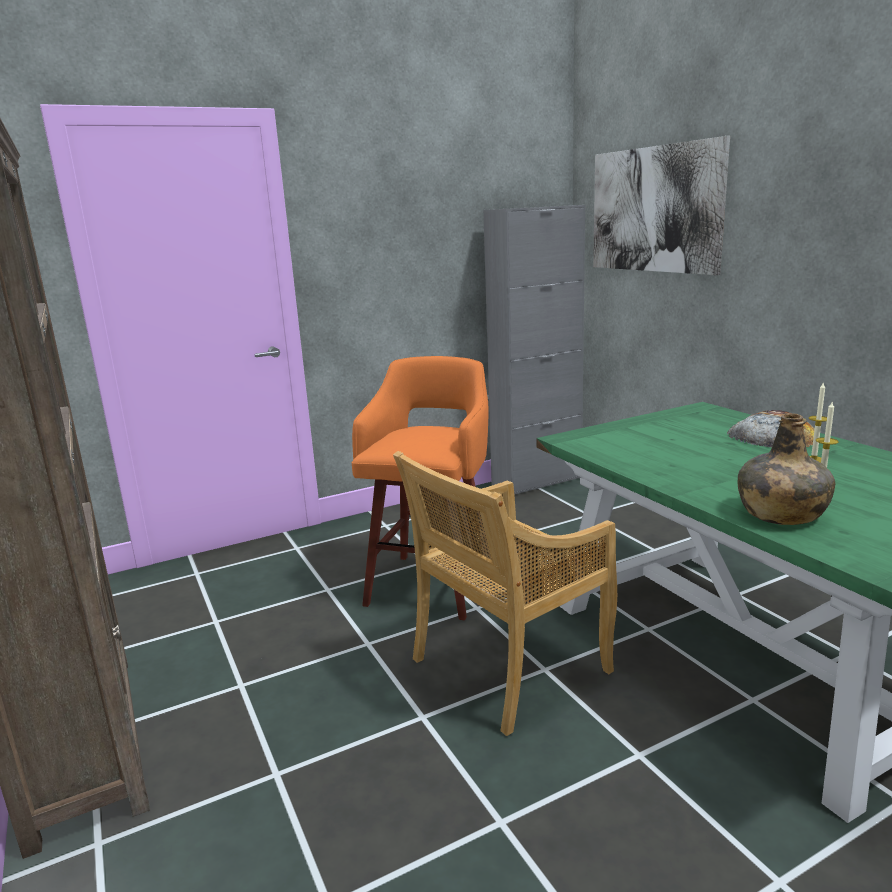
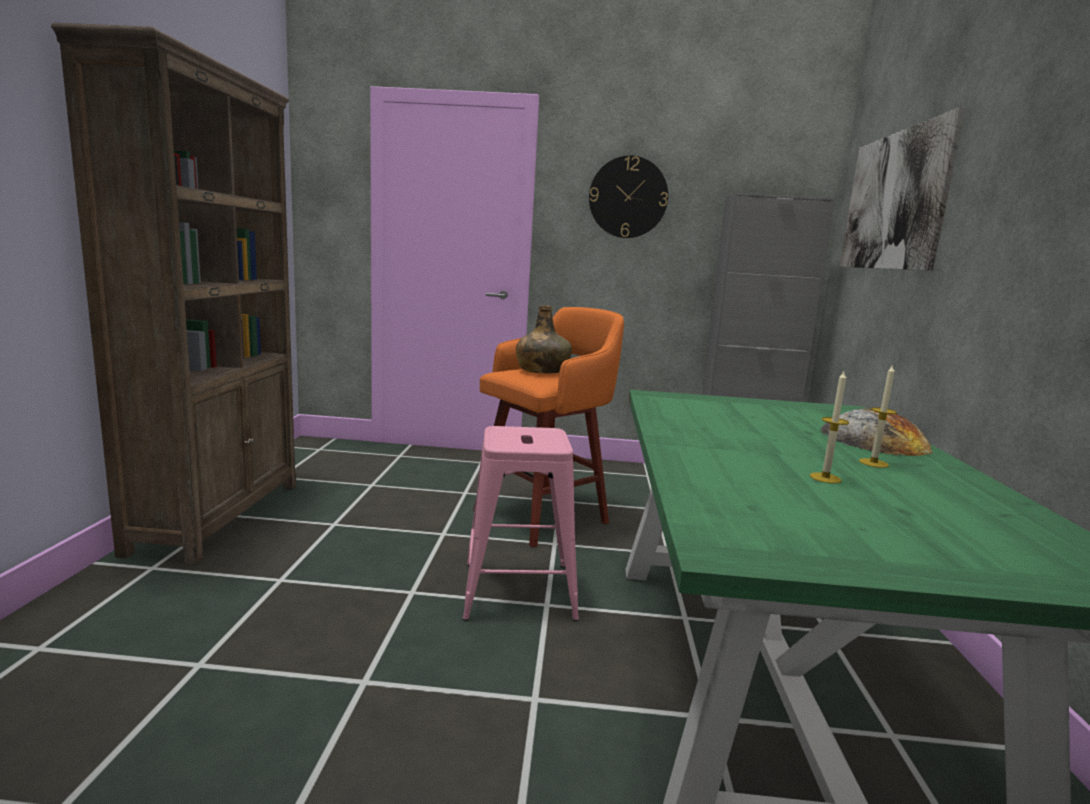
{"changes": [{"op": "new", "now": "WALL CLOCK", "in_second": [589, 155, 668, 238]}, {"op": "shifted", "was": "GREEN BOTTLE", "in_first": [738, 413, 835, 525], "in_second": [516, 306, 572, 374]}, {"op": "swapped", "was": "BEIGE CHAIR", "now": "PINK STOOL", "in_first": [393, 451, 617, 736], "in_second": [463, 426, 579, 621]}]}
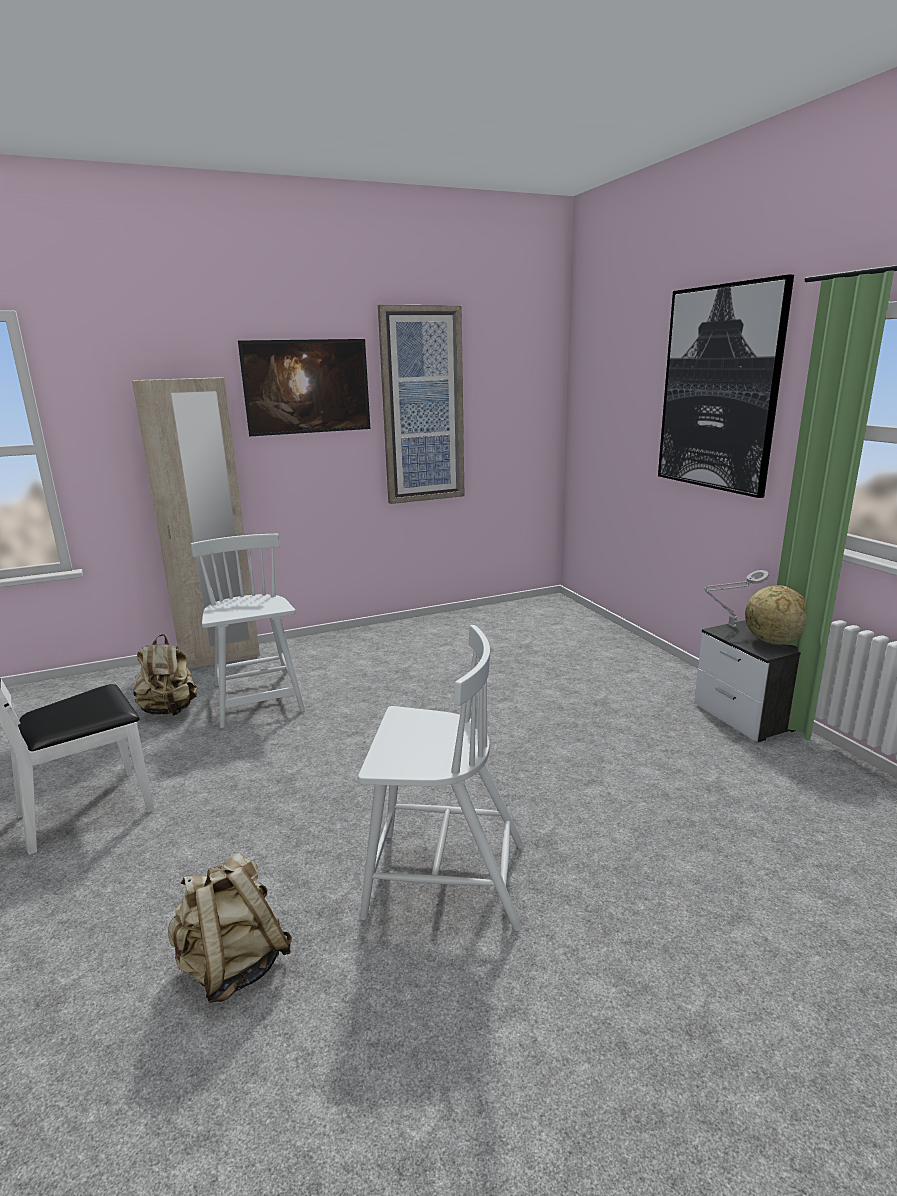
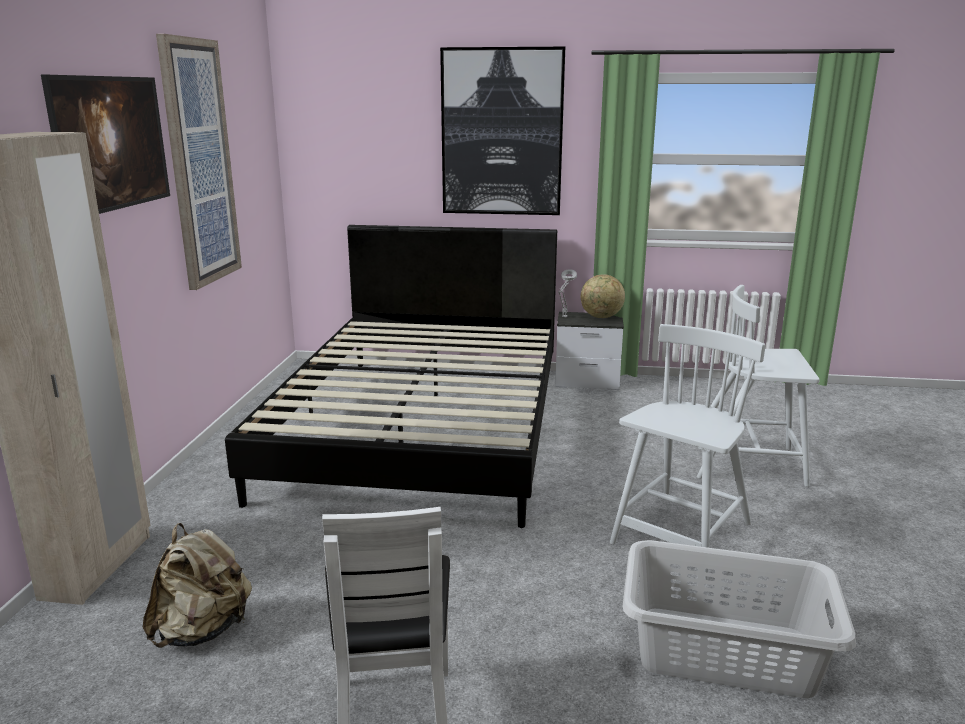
{"changes": [{"op": "new", "now": "BLACK BED", "in_second": [225, 225, 557, 528]}, {"op": "shifted", "was": "WHITE CHAIR", "in_first": [191, 534, 305, 728], "in_second": [697, 285, 820, 487]}, {"op": "swapped", "was": "BEIGE BACKPACK", "now": "GREY LAUNDRY BASKET", "in_first": [168, 852, 292, 1003], "in_second": [623, 540, 856, 698]}]}
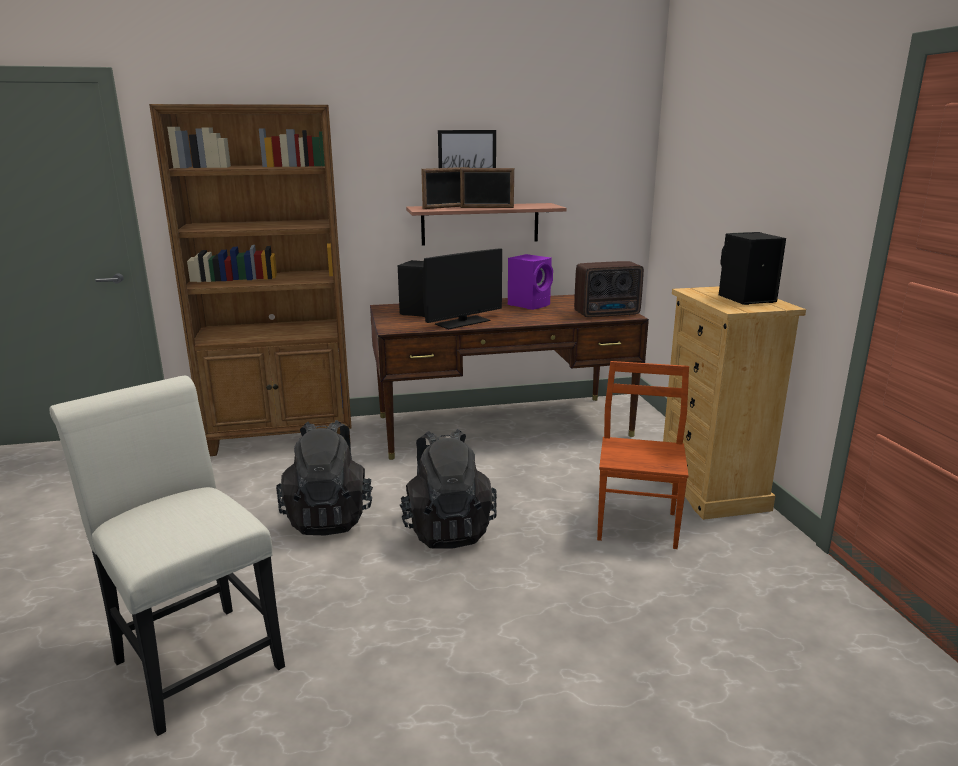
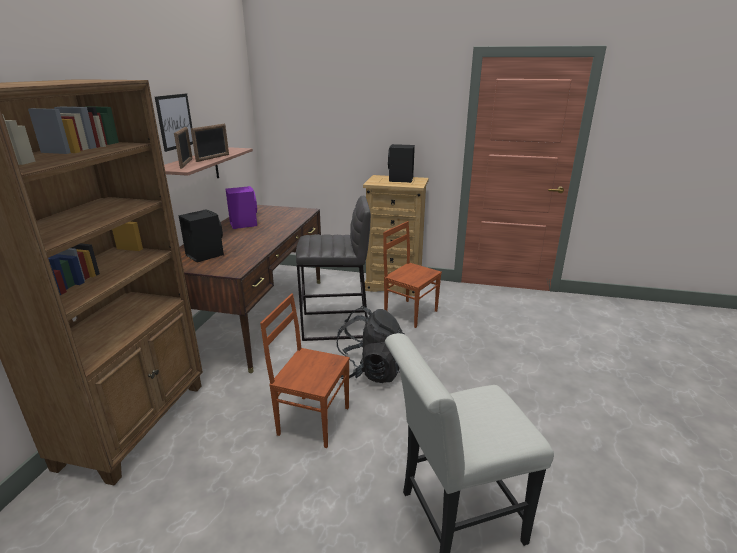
{"changes": [{"op": "gone", "was": "MONITOR", "in_first": [423, 248, 502, 330]}, {"op": "gone", "was": "RADIO", "in_first": [574, 261, 644, 318]}, {"op": "new", "now": "GREY STOOL", "in_second": [296, 196, 371, 341]}, {"op": "swapped", "was": "BLACK BACKPACK", "now": "BROWN CHAIR", "in_first": [276, 420, 373, 536], "in_second": [260, 293, 350, 448]}]}
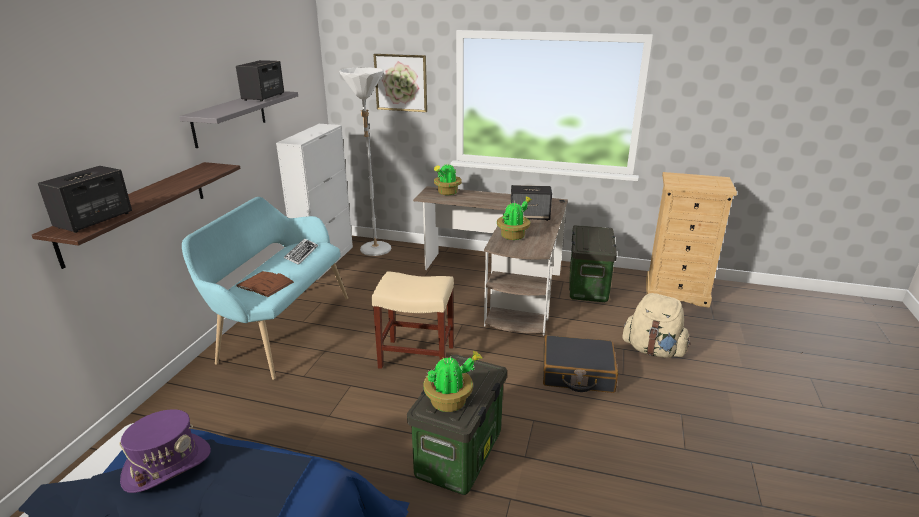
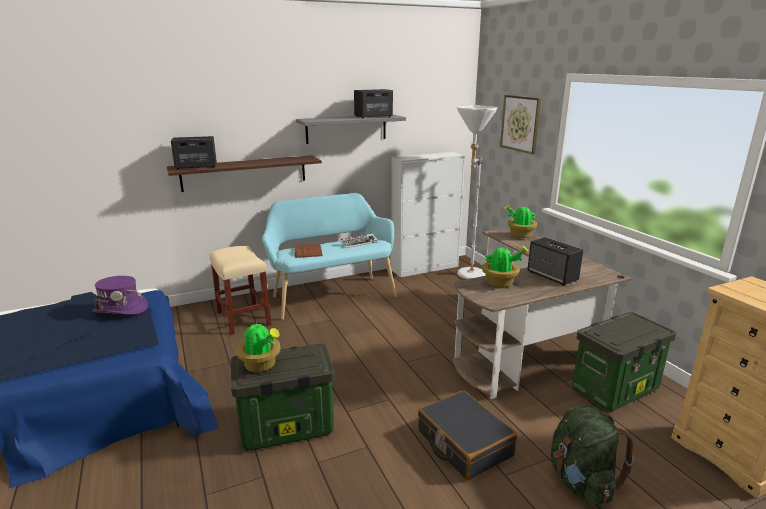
{"changes": [{"op": "shifted", "was": "BEIGE STOOL", "in_first": [371, 271, 454, 369], "in_second": [209, 246, 271, 335]}, {"op": "repainted", "was": "BEIGE BACKPACK", "now": "GREEN BACKPACK", "in_first": [623, 293, 691, 358], "in_second": [551, 405, 634, 506]}]}
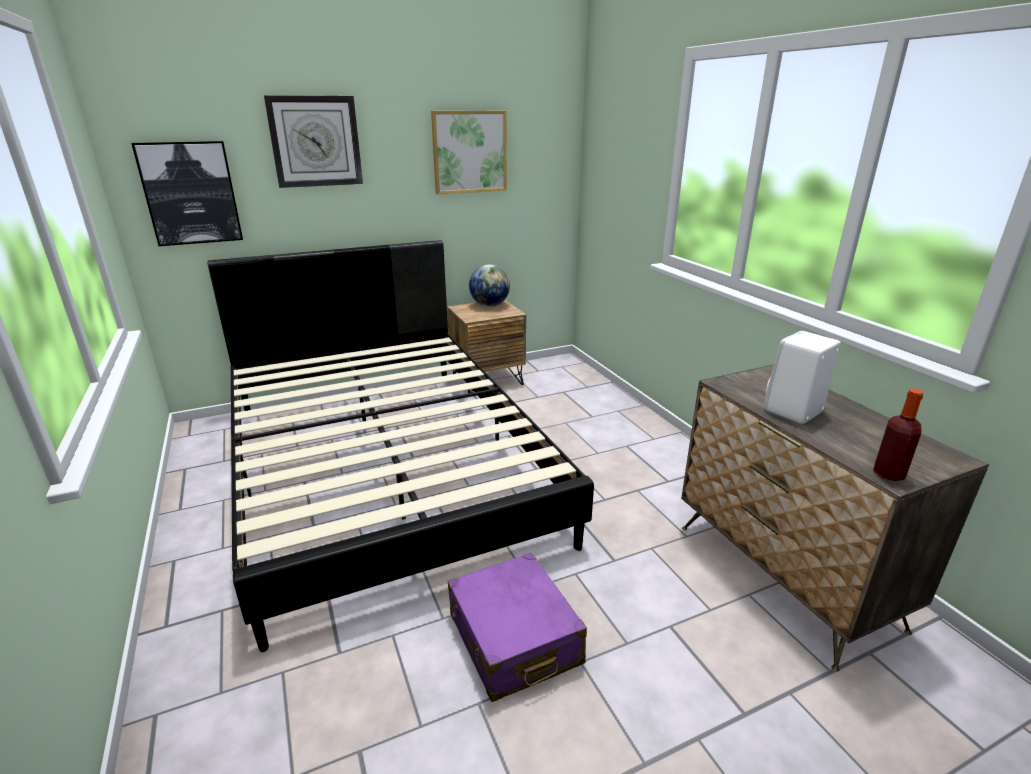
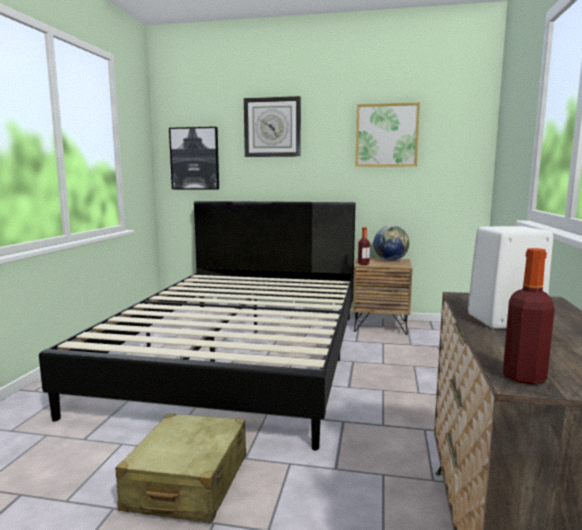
{"changes": [{"op": "new", "now": "BOTTLE", "in_second": [358, 227, 370, 265]}, {"op": "repainted", "was": "PURPLE SUITCASE", "now": "BEIGE SUITCASE", "in_first": [448, 553, 587, 702], "in_second": [115, 413, 246, 522]}]}
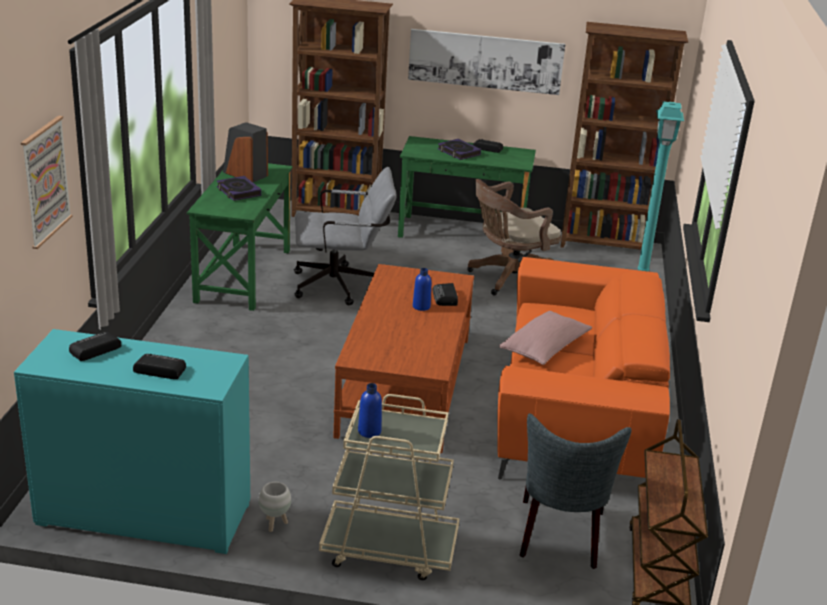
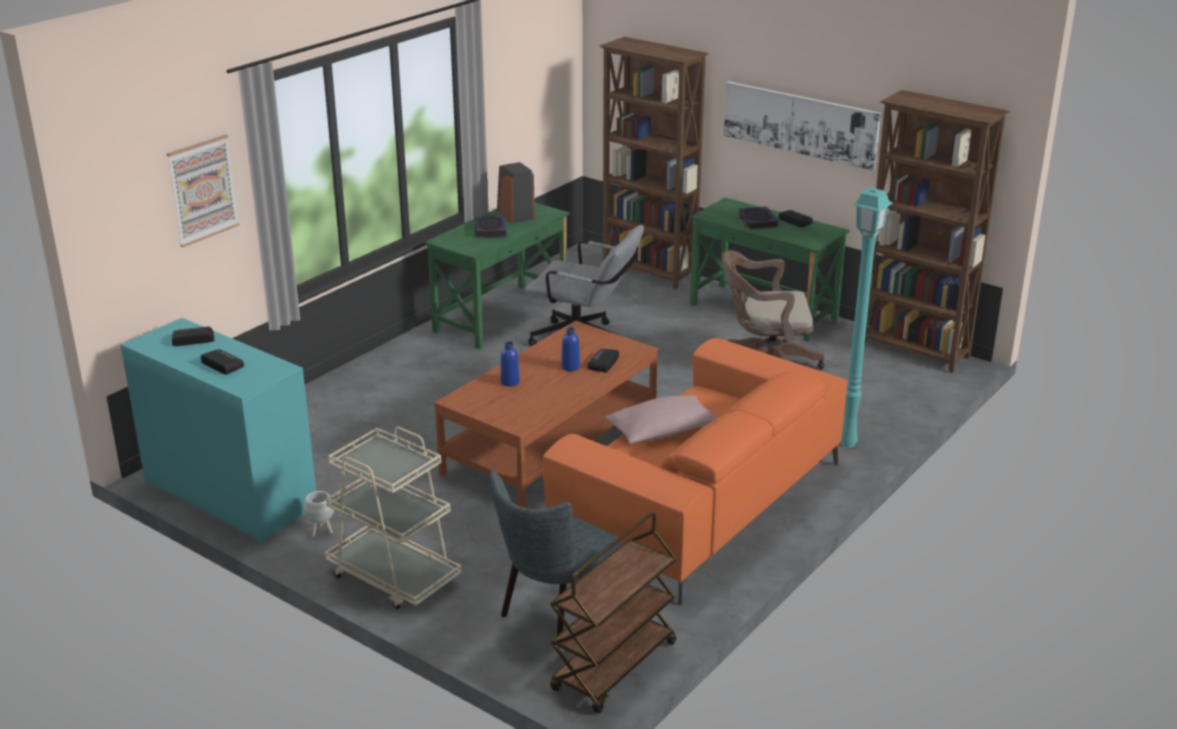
{"changes": [{"op": "shifted", "was": "BLUE BOTTLE", "in_first": [358, 383, 382, 438], "in_second": [501, 341, 520, 386]}]}
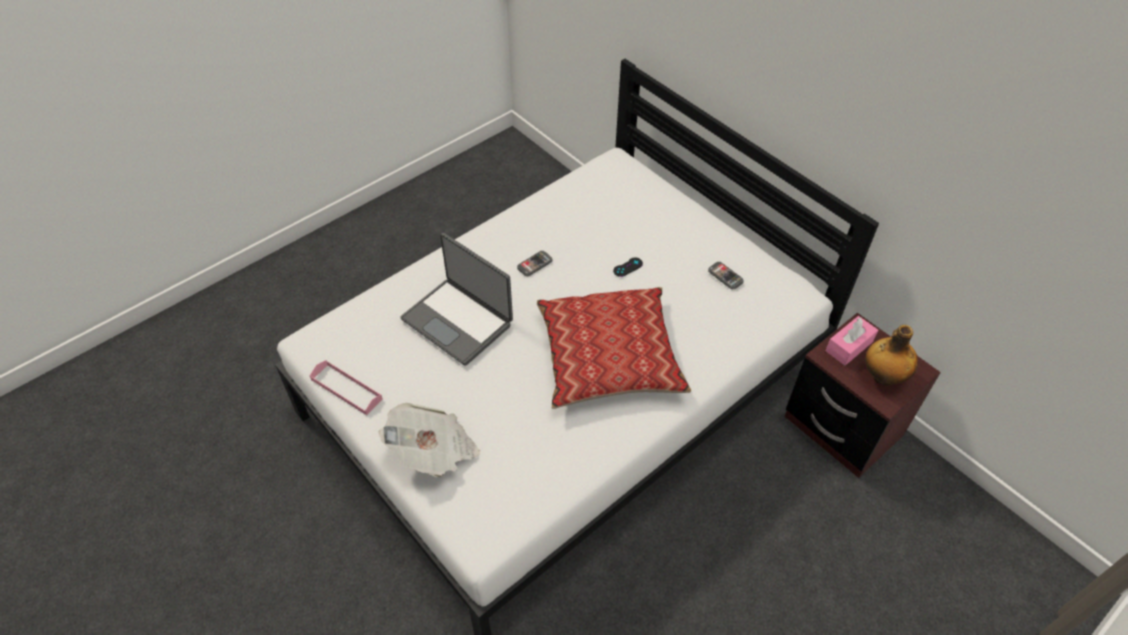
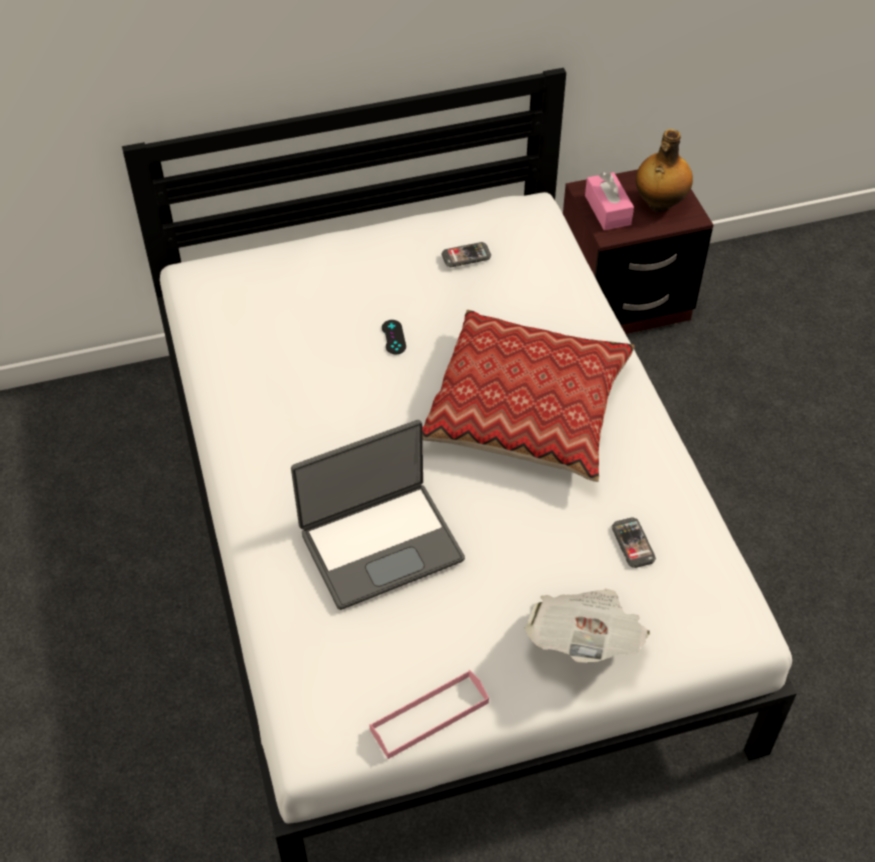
{"changes": [{"op": "shifted", "was": "PHONE", "in_first": [517, 251, 552, 276], "in_second": [612, 517, 656, 568]}]}
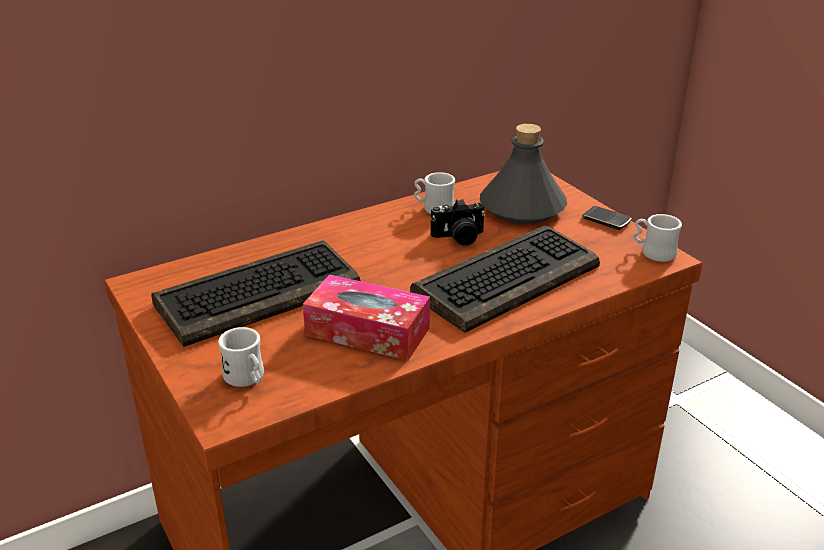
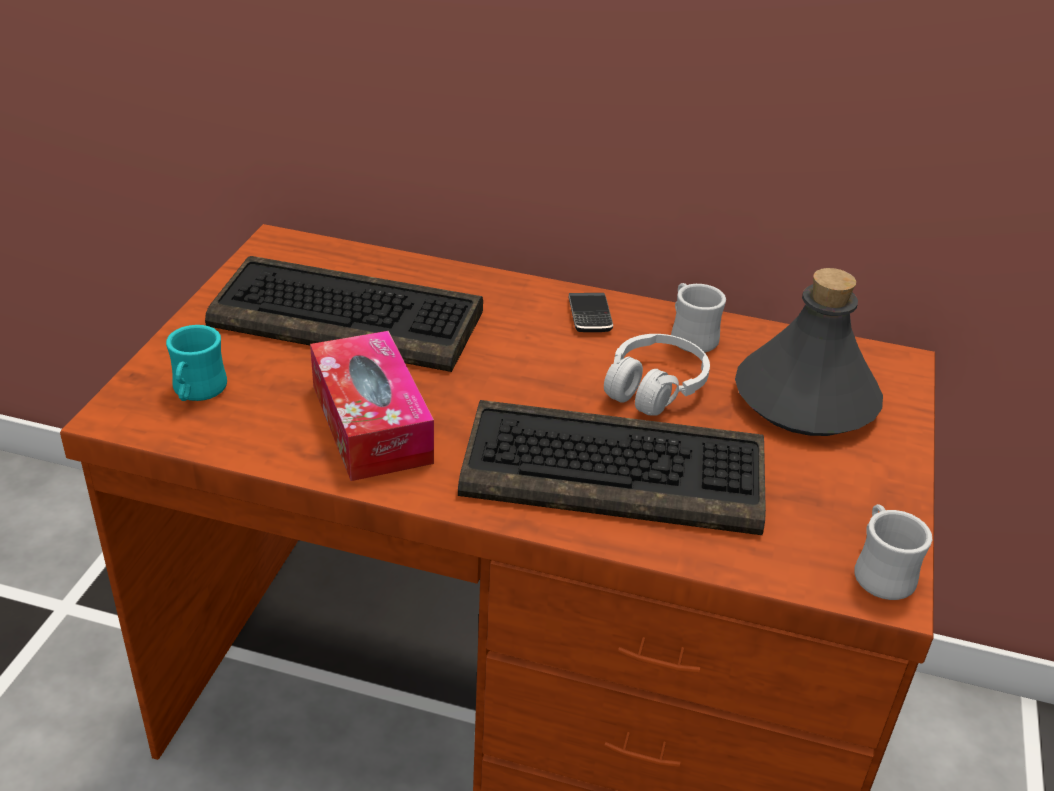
{"changes": [{"op": "shifted", "was": "PHONE", "in_first": [582, 206, 631, 230], "in_second": [569, 293, 613, 332]}, {"op": "swapped", "was": "PHOTO CAMERA", "now": "WHITE HEADPHONES", "in_first": [431, 199, 485, 246], "in_second": [604, 334, 710, 416]}, {"op": "repainted", "was": "WHITE MUG", "now": "TURQUOISE MUG", "in_first": [218, 327, 264, 387], "in_second": [166, 325, 227, 401]}]}
